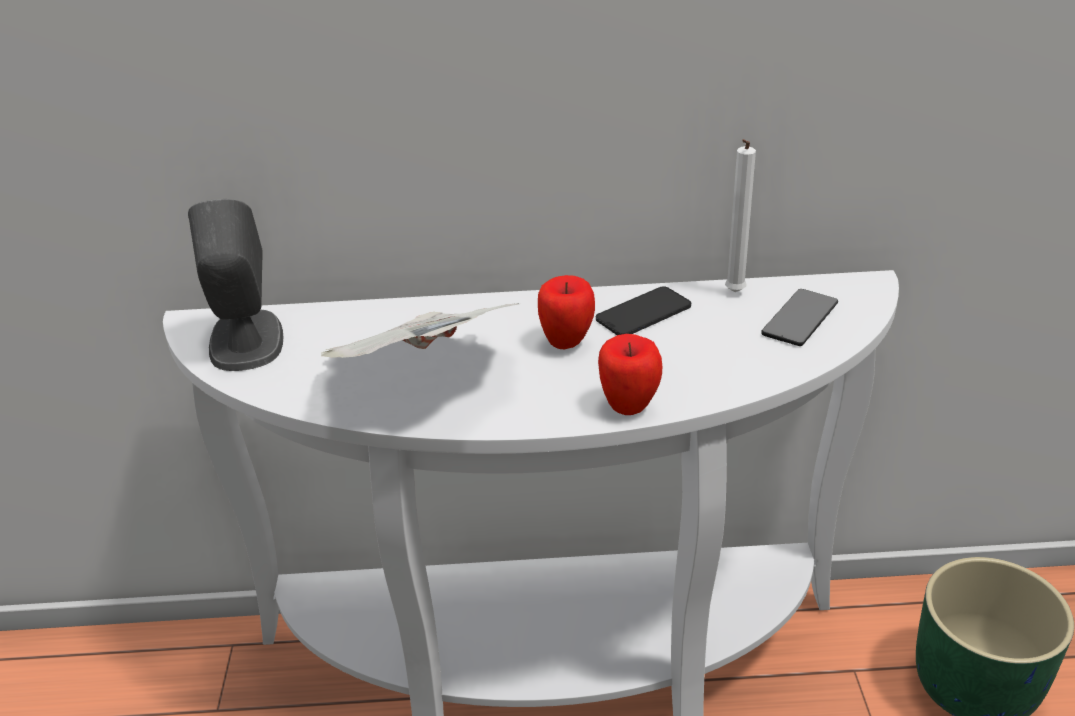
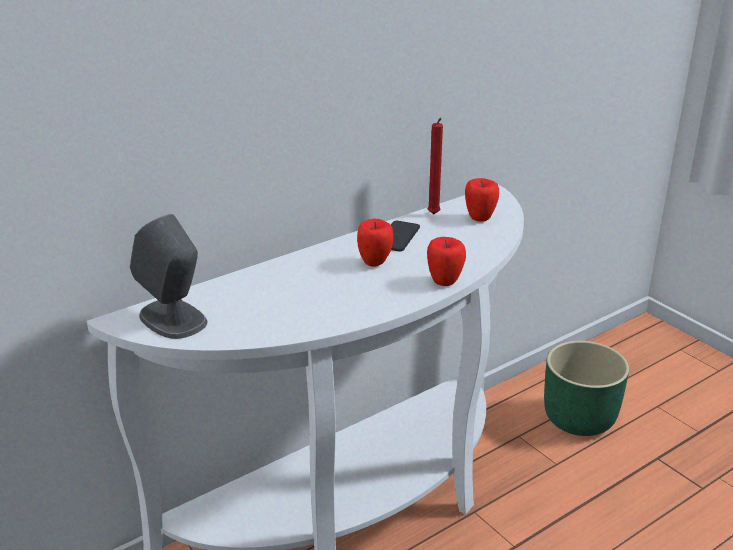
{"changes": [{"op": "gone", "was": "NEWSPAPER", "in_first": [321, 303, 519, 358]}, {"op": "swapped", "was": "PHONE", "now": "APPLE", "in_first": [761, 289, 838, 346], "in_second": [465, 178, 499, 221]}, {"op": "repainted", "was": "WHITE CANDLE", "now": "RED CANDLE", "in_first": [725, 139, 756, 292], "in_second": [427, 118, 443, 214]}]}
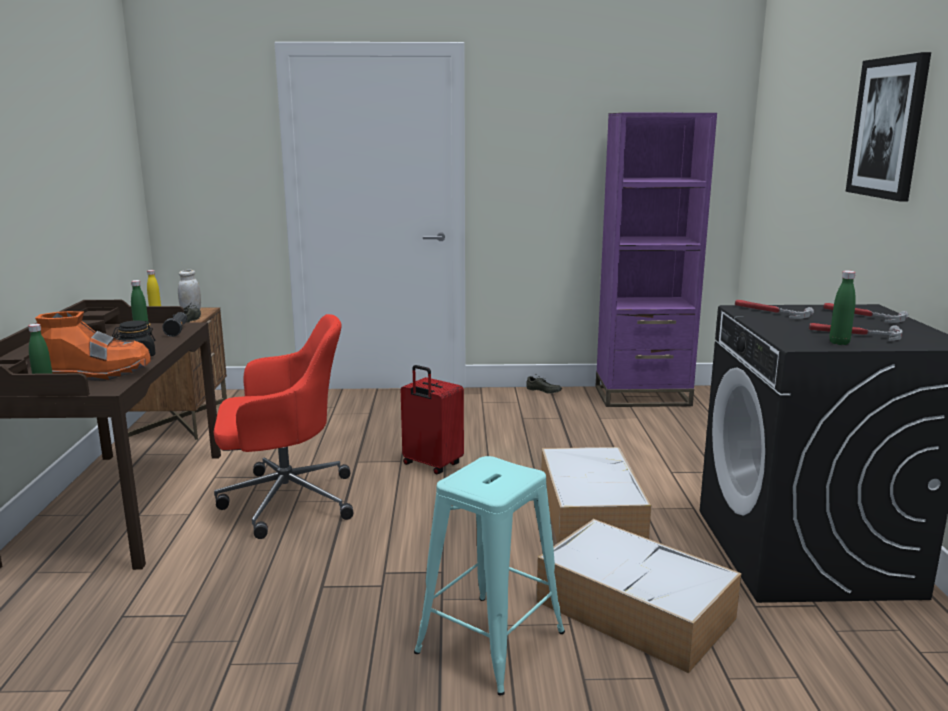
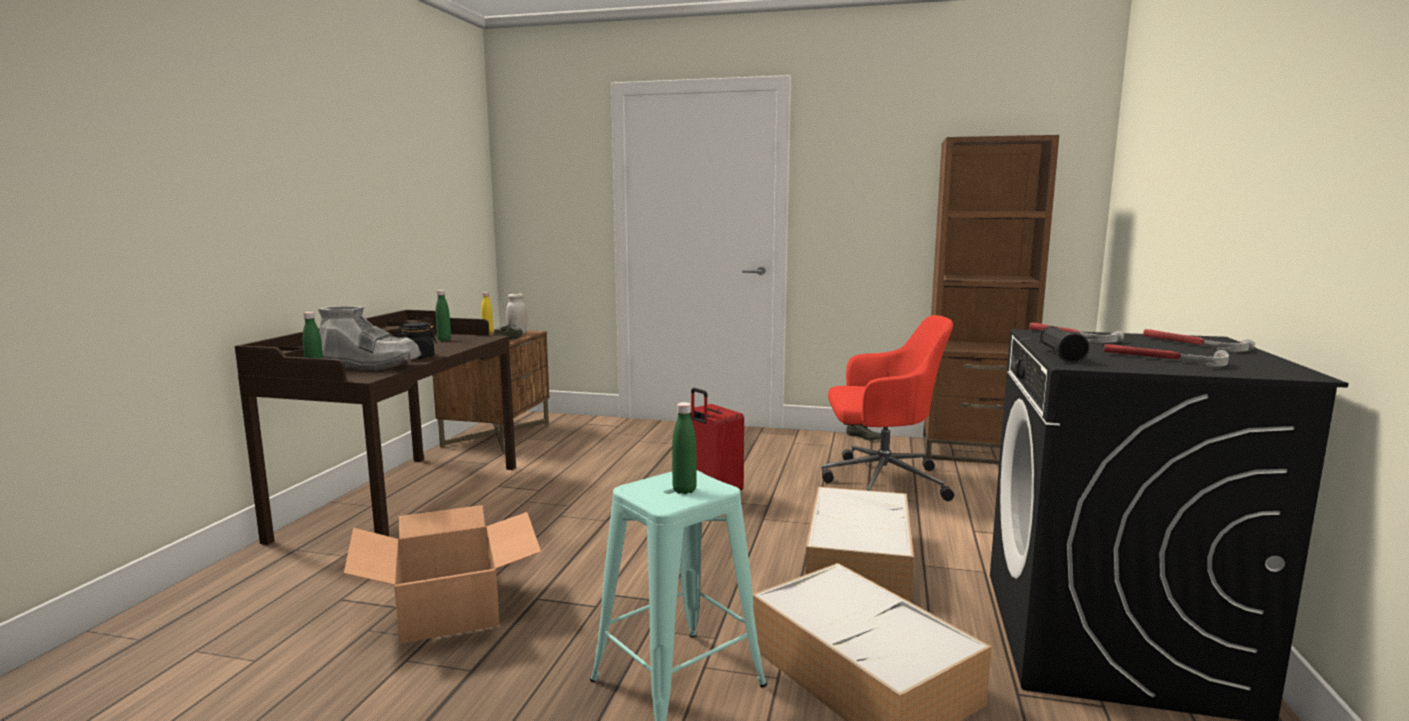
{"changes": [{"op": "gone", "was": "PICTURE", "in_first": [846, 52, 931, 202]}, {"op": "new", "now": "CARDBOARD BOX", "in_second": [344, 505, 541, 644]}, {"op": "shifted", "was": "BLACK FLASHLIGHT", "in_first": [162, 312, 188, 337], "in_second": [1039, 326, 1090, 363]}, {"op": "shifted", "was": "RED OFFICE CHAIR", "in_first": [214, 314, 353, 539], "in_second": [821, 315, 954, 501]}, {"op": "shifted", "was": "GREEN BOTTLE", "in_first": [830, 270, 856, 345], "in_second": [672, 402, 697, 494]}, {"op": "repainted", "was": "ORANGE BOOT", "now": "GREY BOOT", "in_first": [35, 311, 151, 381], "in_second": [318, 306, 422, 371]}, {"op": "repainted", "was": "PURPLE BOOKCASE", "now": "BROWN BOOKCASE", "in_first": [596, 113, 717, 407], "in_second": [923, 135, 1059, 464]}]}
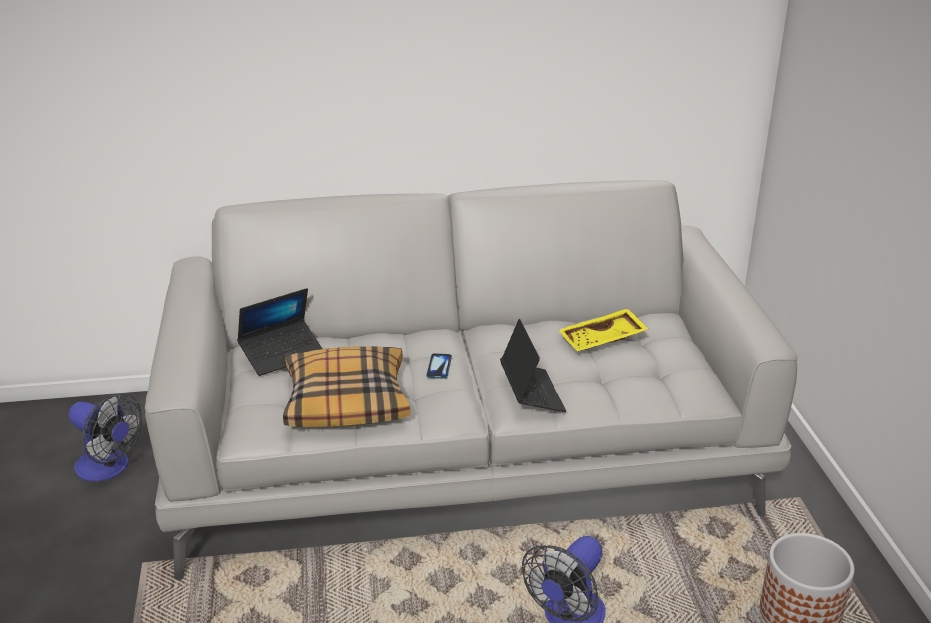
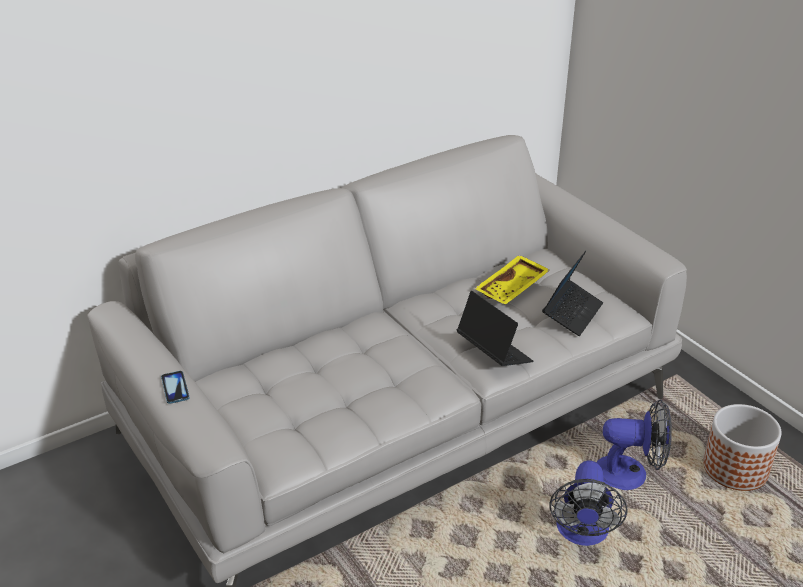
{"changes": [{"op": "gone", "was": "PILLOW", "in_first": [283, 346, 410, 427]}, {"op": "shifted", "was": "FAN", "in_first": [69, 393, 142, 481], "in_second": [596, 399, 672, 490]}, {"op": "shifted", "was": "LAPTOP", "in_first": [237, 288, 323, 376], "in_second": [542, 251, 603, 336]}, {"op": "shifted", "was": "PHONE", "in_first": [426, 353, 452, 379], "in_second": [161, 371, 189, 404]}]}
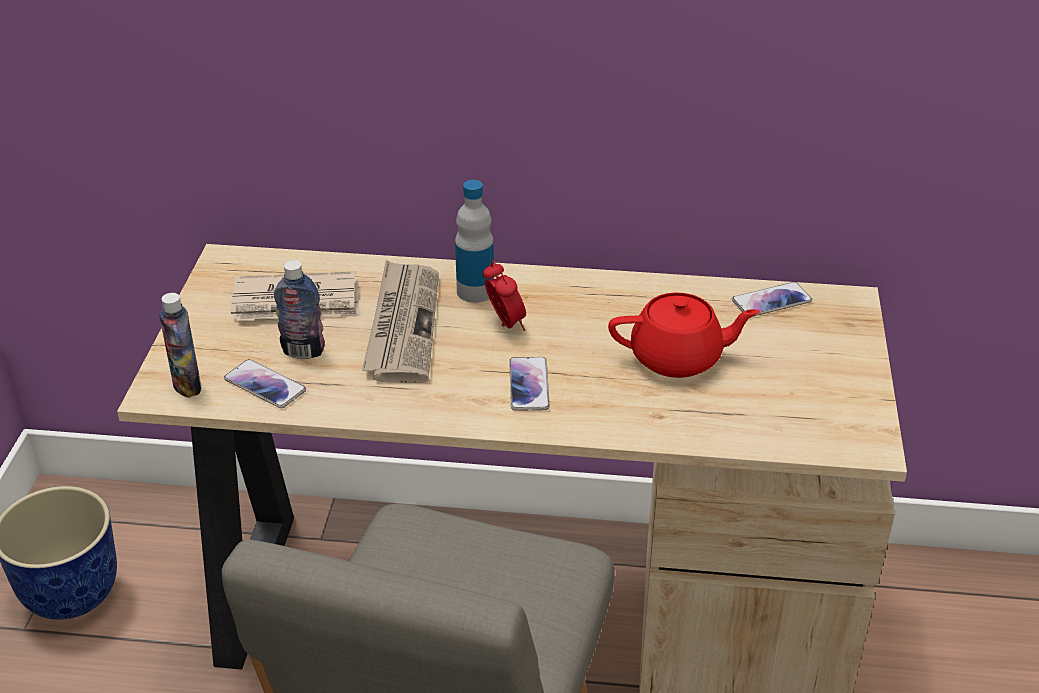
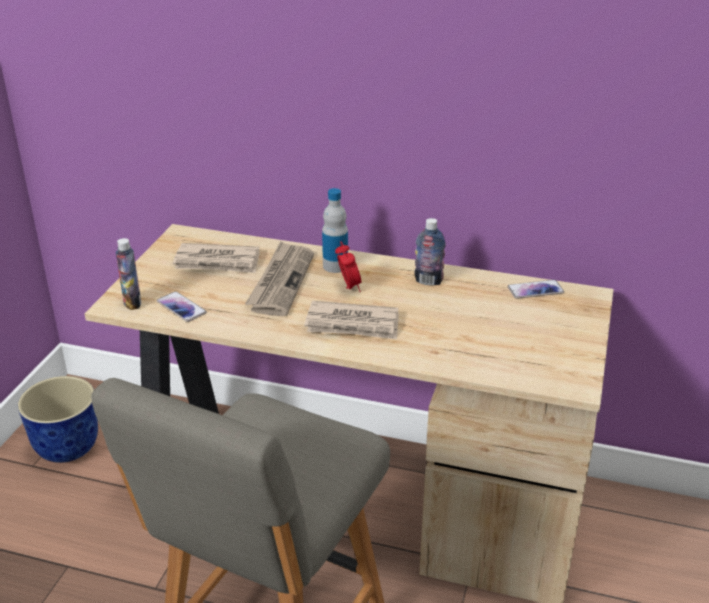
{"changes": [{"op": "gone", "was": "RED TEAPOT", "in_first": [608, 292, 760, 378]}, {"op": "shifted", "was": "BOTTLE", "in_first": [274, 260, 325, 359], "in_second": [414, 218, 446, 285]}, {"op": "swapped", "was": "PHONE", "now": "NEWSPAPER", "in_first": [509, 357, 550, 411], "in_second": [305, 301, 399, 340]}]}
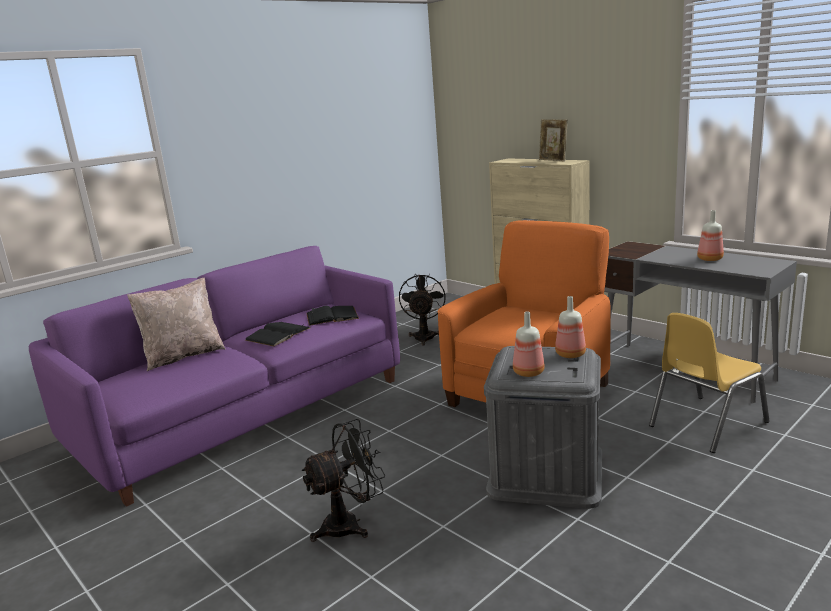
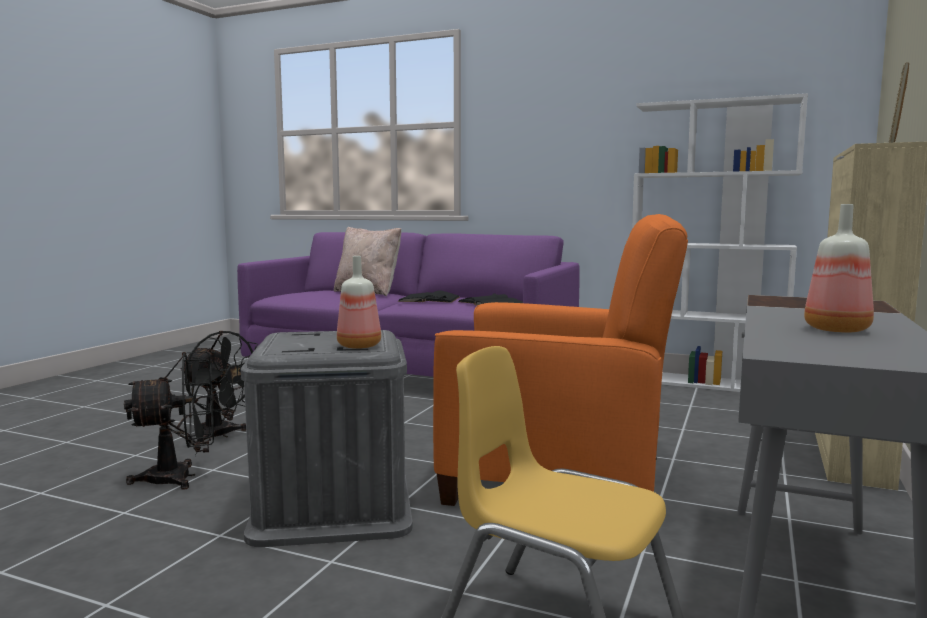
{"changes": [{"op": "gone", "was": "BOTTLE", "in_first": [513, 311, 545, 377]}, {"op": "new", "now": "WHITE BOOKCASE", "in_second": [632, 93, 808, 392]}, {"op": "shifted", "was": "BLACK FAN", "in_first": [399, 274, 446, 345], "in_second": [124, 351, 214, 490]}]}
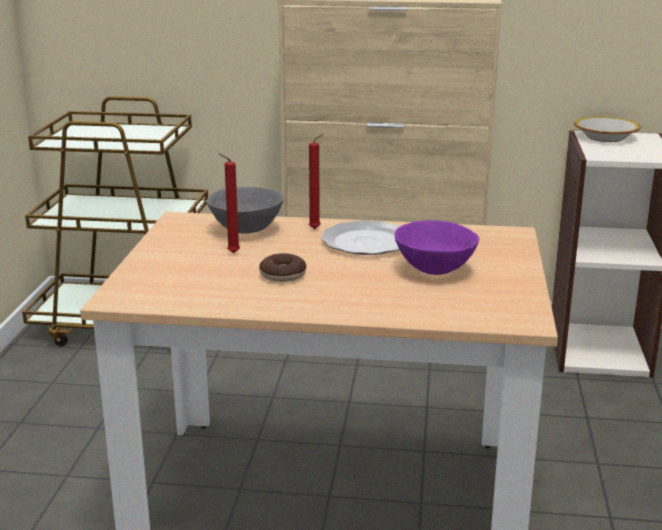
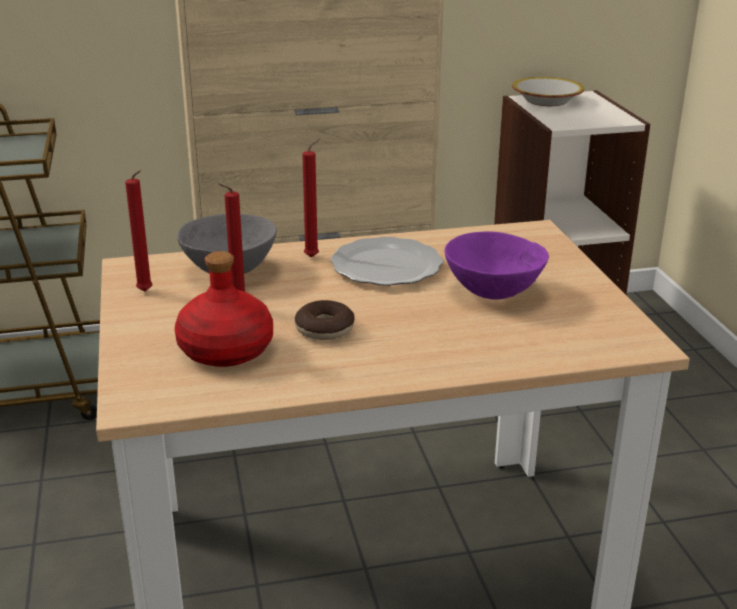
{"changes": [{"op": "new", "now": "RED CANDLE", "in_second": [125, 170, 153, 291]}, {"op": "new", "now": "RED BOTTLE", "in_second": [175, 251, 273, 367]}]}
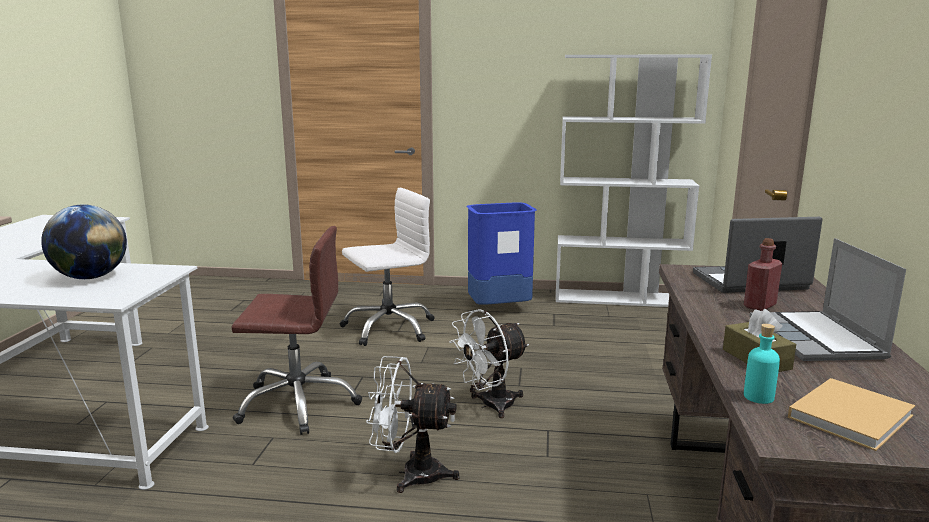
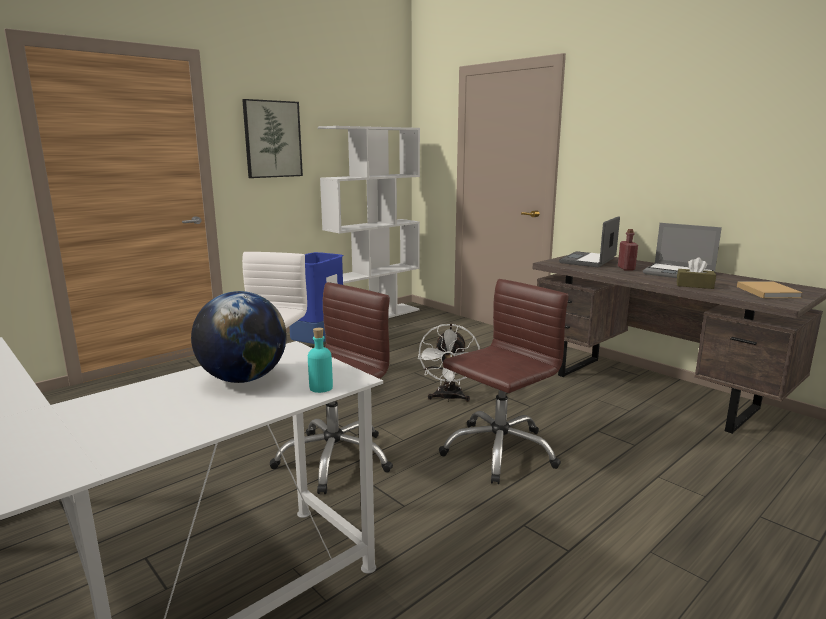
{"changes": [{"op": "new", "now": "PICTURE", "in_second": [242, 99, 303, 178]}, {"op": "shifted", "was": "TURQUOISE BOTTLE", "in_first": [744, 324, 780, 404], "in_second": [308, 328, 333, 393]}, {"op": "swapped", "was": "WHITE FAN", "now": "BROWN OFFICE CHAIR", "in_first": [366, 356, 460, 493], "in_second": [439, 279, 569, 484]}]}
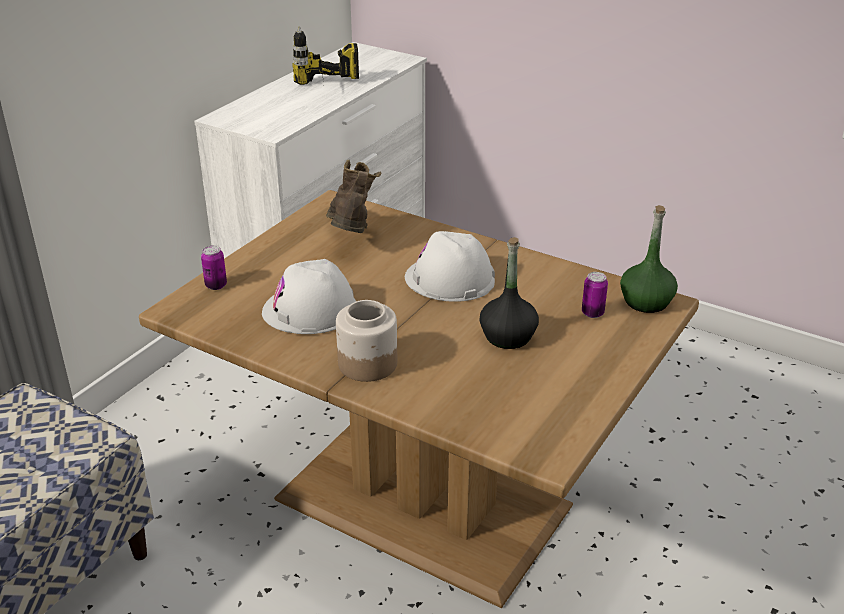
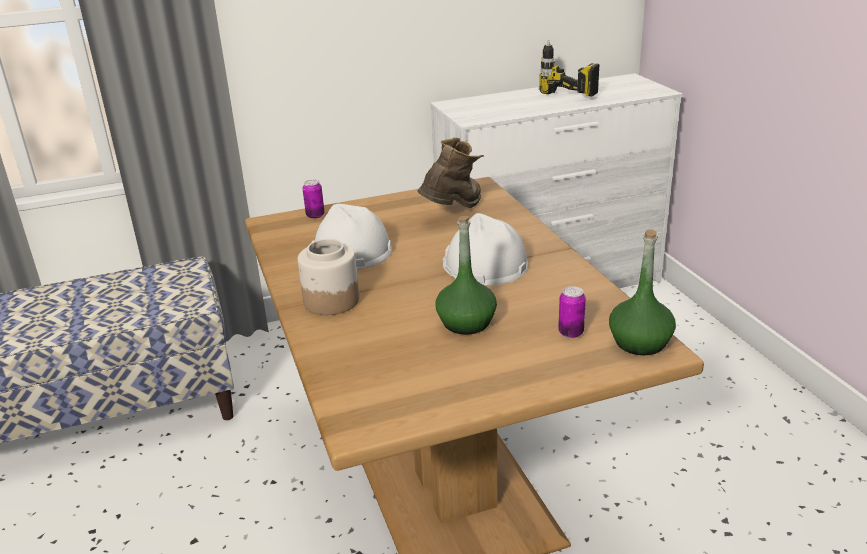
{"changes": [{"op": "repainted", "was": "BLACK BOTTLE", "now": "GREEN BOTTLE", "in_first": [480, 237, 539, 349], "in_second": [435, 216, 497, 335]}]}
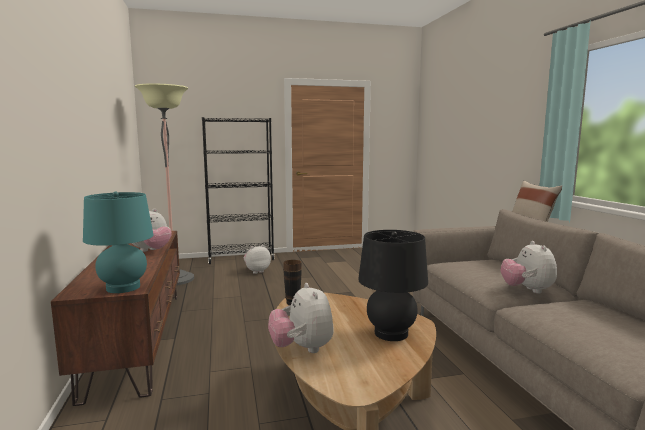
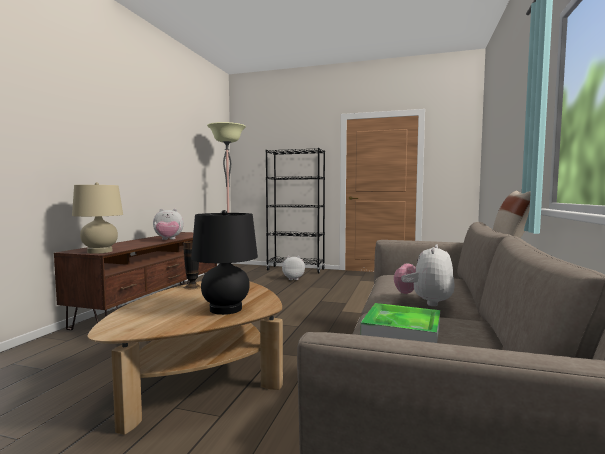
{"changes": [{"op": "gone", "was": "PLUSH TOY", "in_first": [268, 283, 334, 353]}, {"op": "new", "now": "TRAY", "in_second": [361, 303, 440, 343]}, {"op": "repainted", "was": "TURQUOISE TABLE LAMP", "now": "BEIGE TABLE LAMP", "in_first": [83, 191, 153, 293], "in_second": [72, 182, 123, 254]}]}
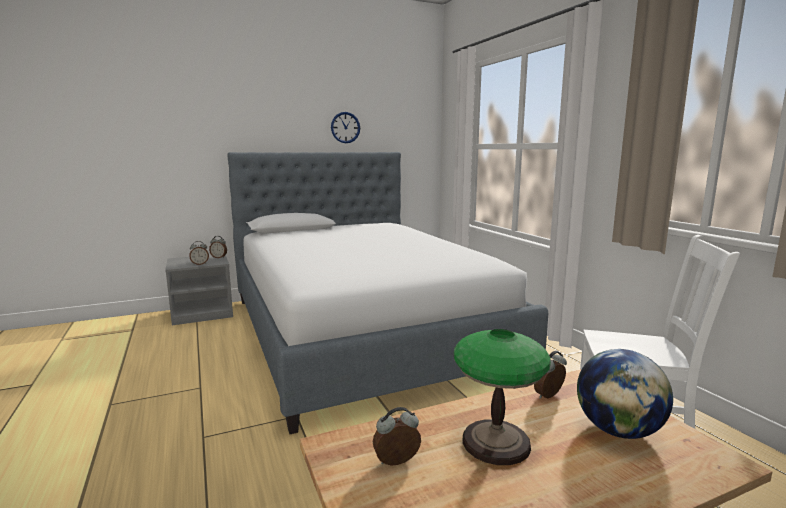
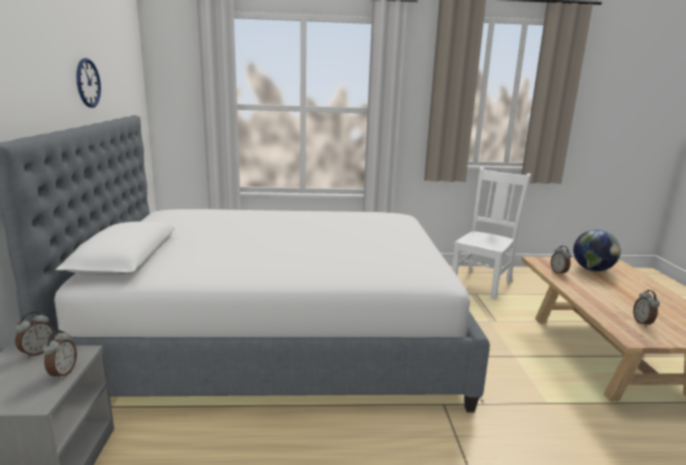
{"changes": [{"op": "gone", "was": "TABLE LAMP", "in_first": [453, 329, 551, 465]}]}
